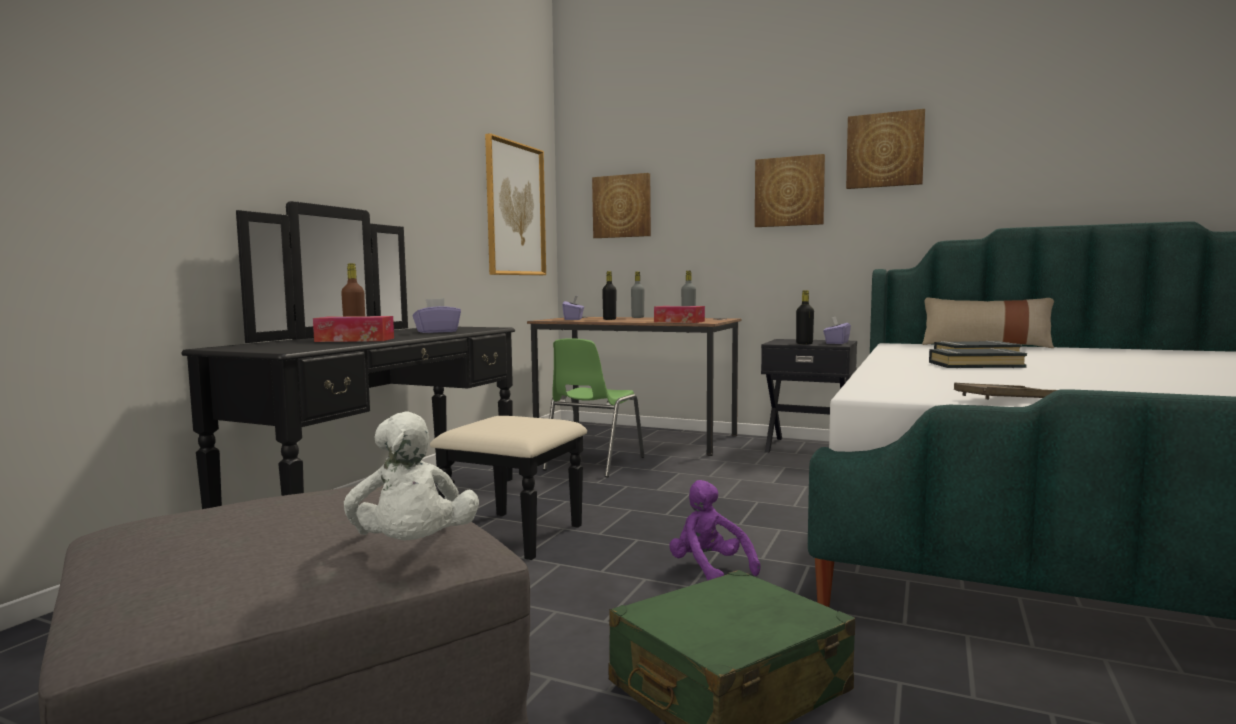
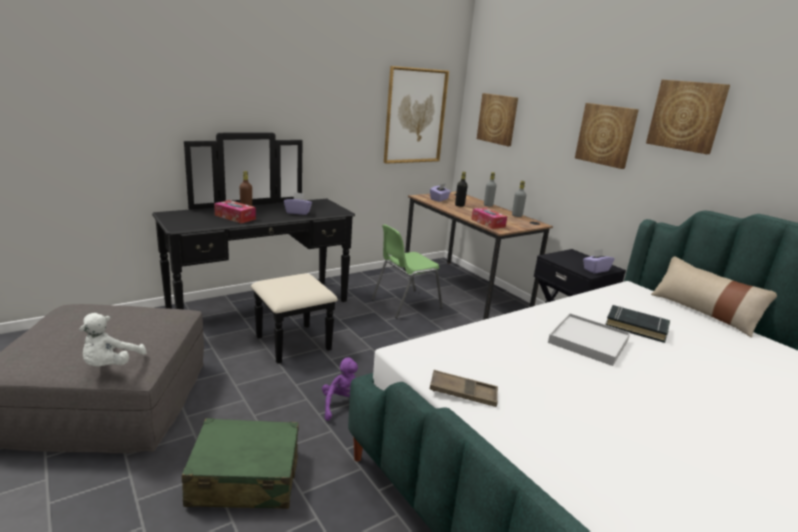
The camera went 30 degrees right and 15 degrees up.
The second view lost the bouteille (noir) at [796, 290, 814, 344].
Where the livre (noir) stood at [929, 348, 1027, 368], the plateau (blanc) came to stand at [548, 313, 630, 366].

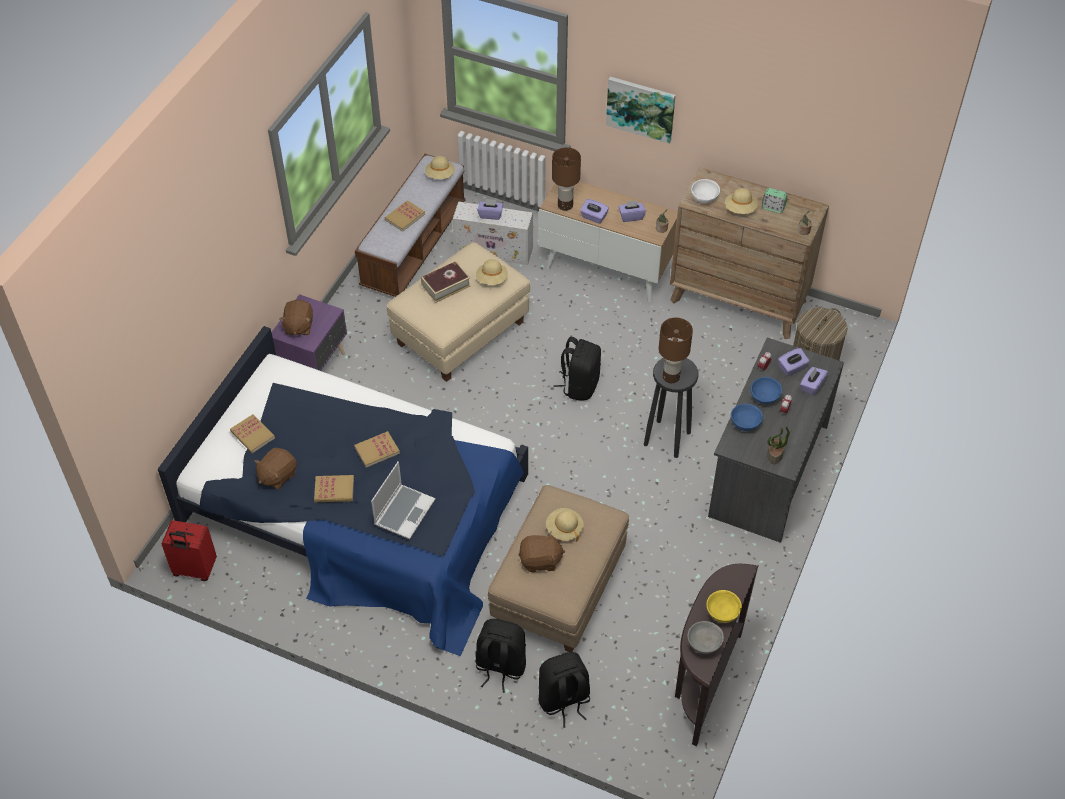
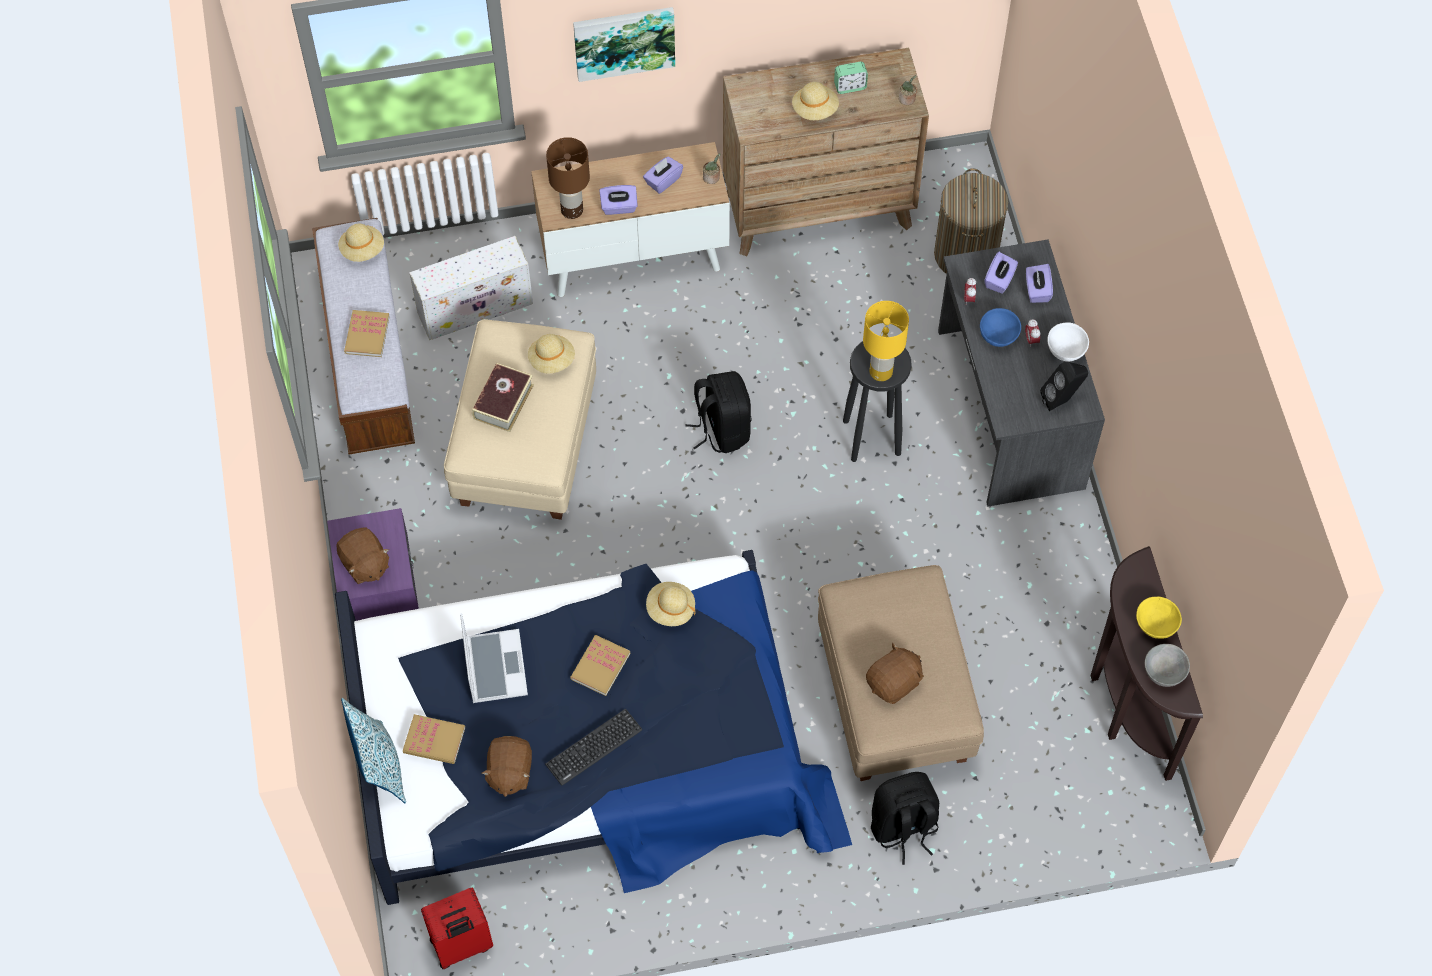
The camera went 35 degrees left and 10 degrees up.
The bol (blanc) ended up elsewhere, having gone from [691, 179, 720, 204] to [1047, 322, 1089, 361].
The second view lost the boîte à mouchoirs (violet) at [477, 199, 503, 220].
What was the lampe de table (marron) at [659, 318, 693, 383] turned into the lampe de table (jaune) at [863, 301, 909, 381].
The second view lost the bol (bleu) at [731, 404, 763, 431].
Where the plante en pot stood at [767, 426, 793, 464], the enceinte (noir) came to stand at [1040, 362, 1088, 411].
The ordinateur portable ended up elsewhere, having gone from [371, 461, 435, 539] to [460, 613, 528, 703].
Where the livre stood at [314, 475, 354, 502], the clavier came to stand at [545, 709, 642, 786].
The chapeau (beige) ended up elsewhere, having gone from [546, 508, 584, 542] to [646, 582, 695, 626].
The second view lost the sac à dos (noir) at [539, 652, 590, 728].
The second view gained the coussin at [341, 698, 406, 803].

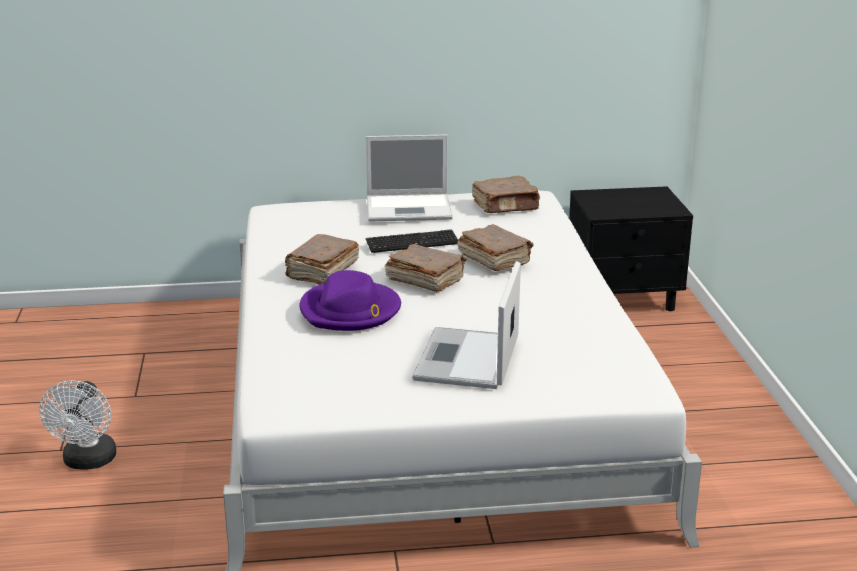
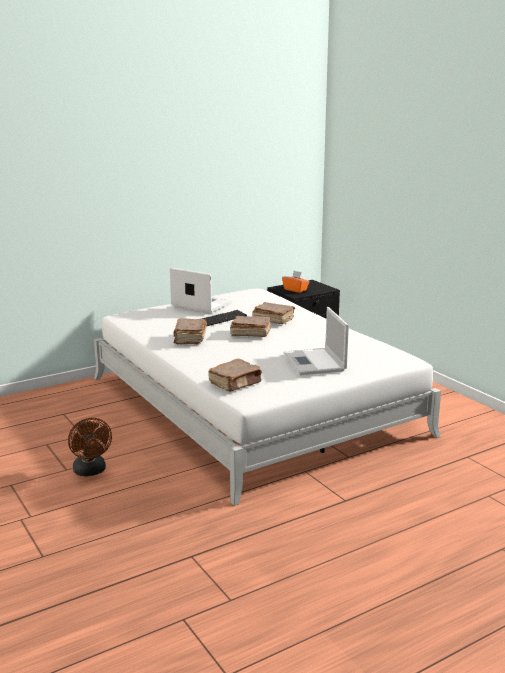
The camera went 25 degrees left and 5 degrees down.
The ordinateur portable at [366, 135, 453, 222] ended up facing another way, 120 degrees counterclockwise from before.
The livre (marron) ended up elsewhere, having gone from [472, 176, 540, 213] to [208, 359, 262, 391].
The second view lost the chapeau (violet) at [299, 270, 401, 331].
What was the ventilateur (blanc) at [39, 381, 116, 470] turned into the ventilateur (marron) at [68, 418, 112, 476].
The second view gained the boîte à mouchoirs (orange) at [282, 271, 309, 293].

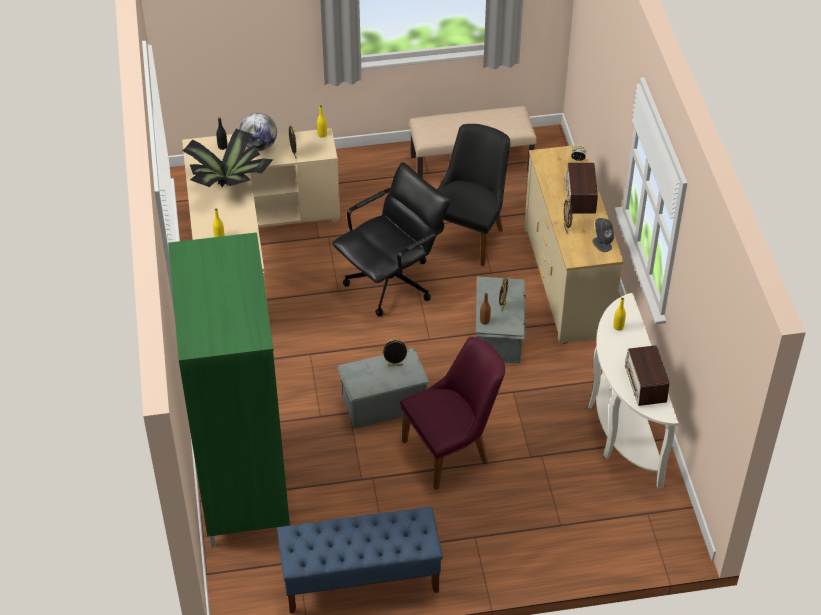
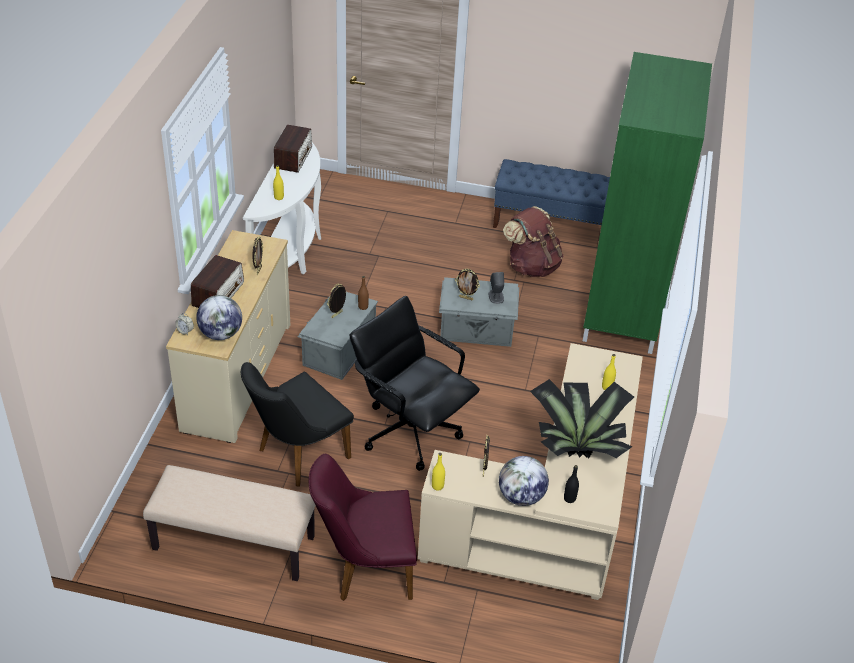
The camera went 160 degrees left and 5 degrees down.
The chaise de bureau (noir) at [332, 162, 450, 316] ended up facing another way, 60 degrees clockwise from before.
The enceinte (gris) ended up elsewhere, having gone from [592, 218, 614, 252] to [489, 272, 504, 304].
The chaise (violet) ended up elsewhere, having gone from [400, 337, 505, 490] to [309, 454, 417, 601].
The second view gained the sac à dos (marron) at [503, 206, 564, 277].
The second view gained the globe at [196, 295, 242, 340].

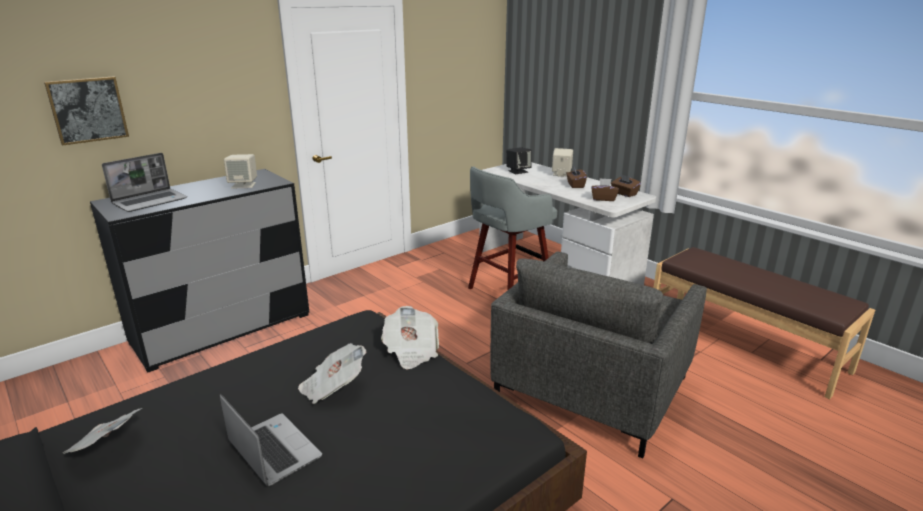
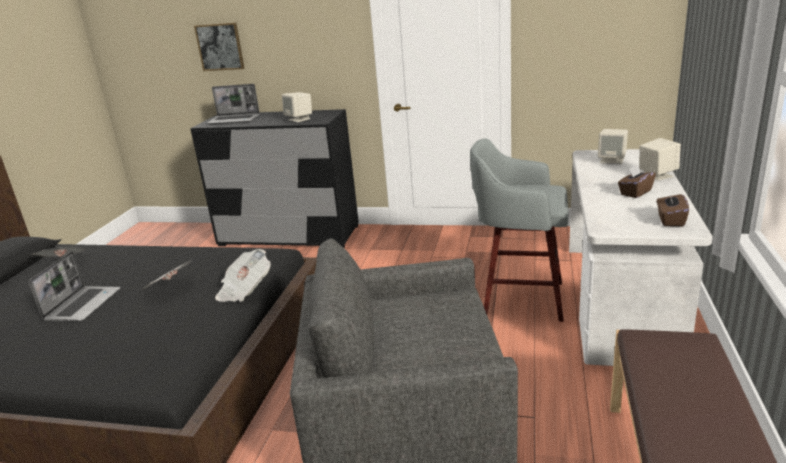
The camera went 55 degrees right and 0 degrees up.
What was the enceinte (noir) at [506, 147, 532, 174] turned into the enceinte (beige) at [598, 129, 628, 164].
The second view lost the boîte à mouchoirs (marron) at [591, 178, 619, 201].

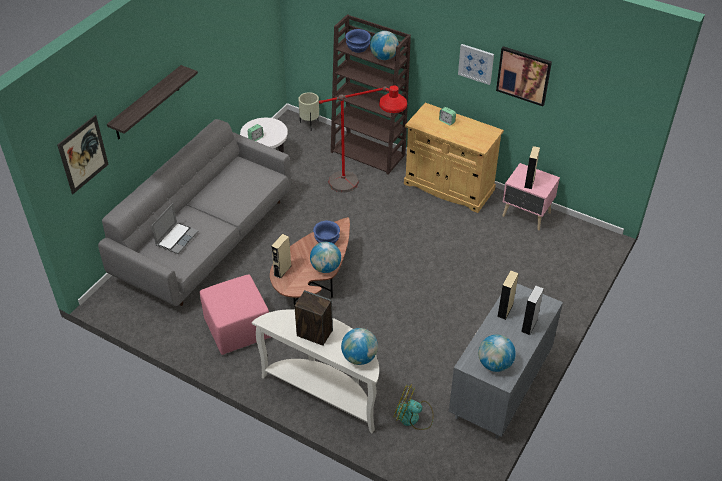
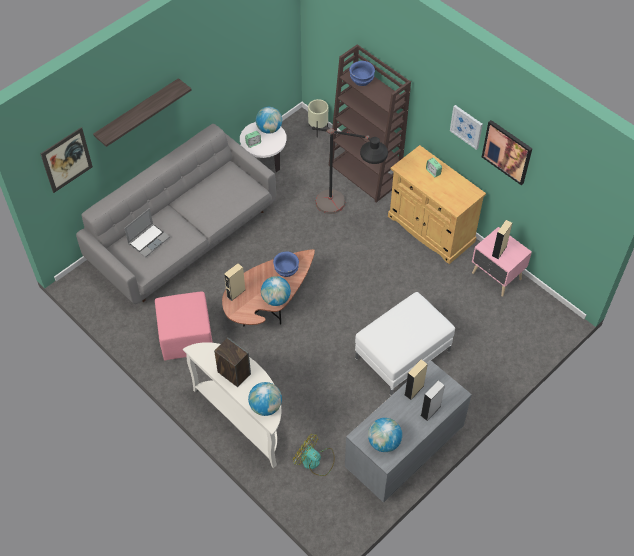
The camera went 15 degrees right and 10 degrees up.
The globe ended up elsewhere, having gone from [370, 31, 399, 60] to [256, 107, 282, 134].
What was the lampadaire (rouge) at [319, 85, 407, 192] turned into the lampadaire (noir) at [312, 127, 388, 214].
The second view gained the pouf (blanc) at [355, 292, 455, 396].

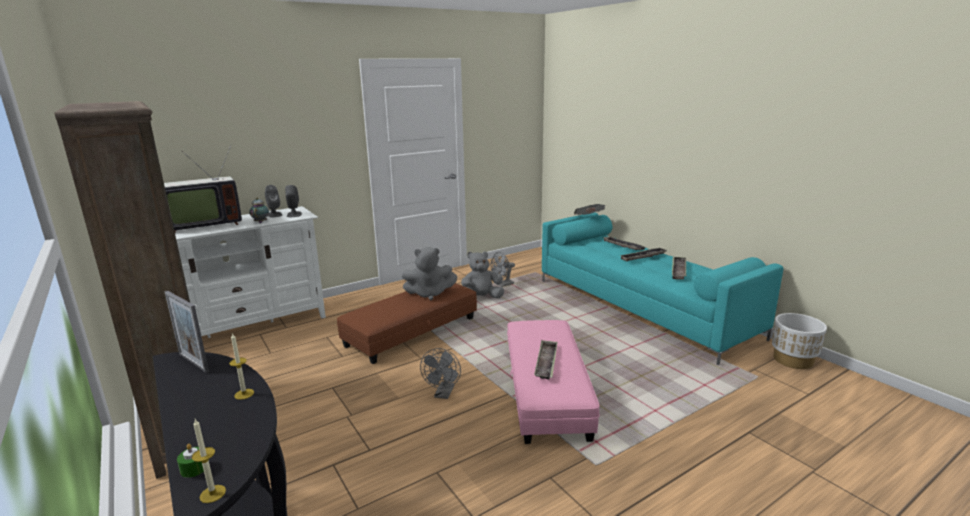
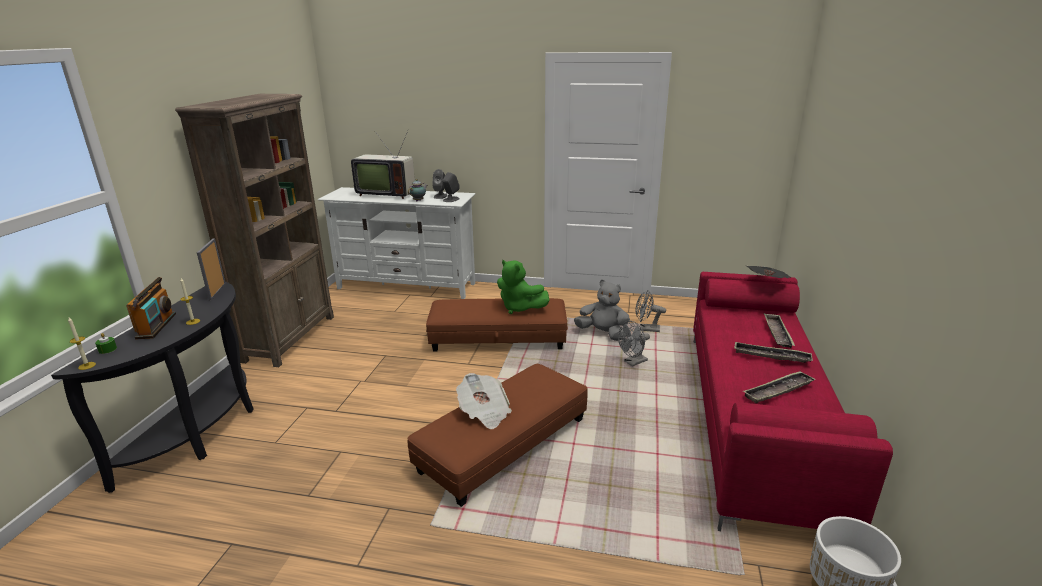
The camera went 45 degrees right and 5 degrees up.
What was the canapé (turquoise) at [542, 212, 783, 365] turned into the canapé (rouge) at [693, 272, 893, 531].
What was the peluche (gris) at [402, 247, 457, 300] turned into the peluche (vert) at [497, 260, 550, 314].
What was the pouf (rose) at [507, 320, 600, 444] turned into the pouf (marron) at [408, 364, 588, 507].
Where the plateau stood at [534, 340, 558, 380], the journal came to stand at [456, 373, 512, 429].
The ventilateur (gris) ended up elsewhere, having gone from [420, 348, 461, 399] to [618, 321, 650, 366].
The second view gained the radio at [126, 277, 176, 339].

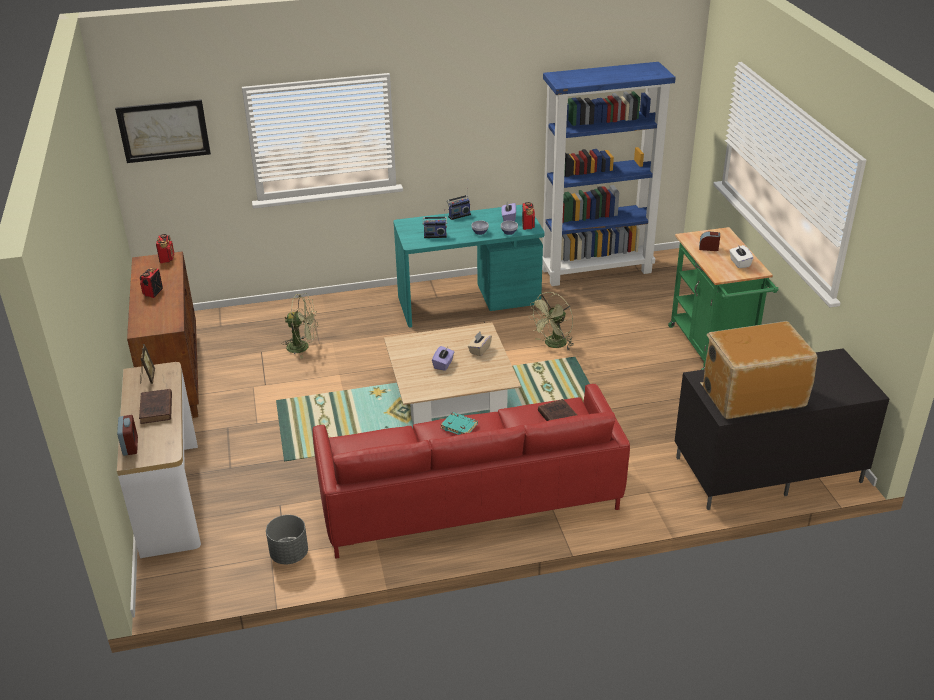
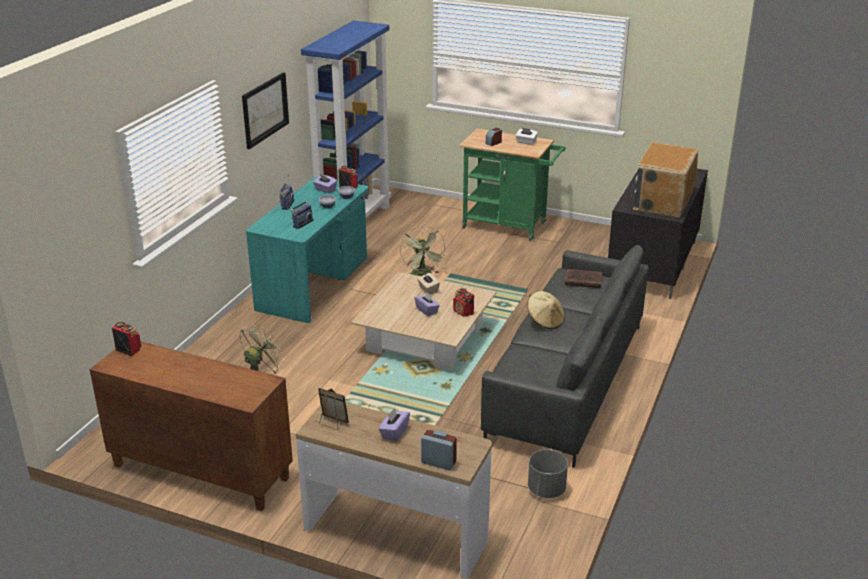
The camera went 55 degrees left and 5 degrees down.
The tableau ended up elsewhere, having gone from [115, 99, 211, 163] to [242, 72, 289, 149].
The radio ended up elsewhere, having gone from [140, 268, 163, 298] to [453, 288, 474, 317].
What was the canapé (rouge) at [313, 384, 630, 559] turned into the canapé (gris) at [481, 245, 648, 468].
Where the livre (marron) stood at [139, 389, 172, 424], the boîte à mouchoirs (violet) came to stand at [379, 408, 410, 441].
Where the livre (turquoise) stood at [440, 412, 478, 435], the chapeau (beige) came to stand at [527, 291, 565, 329].

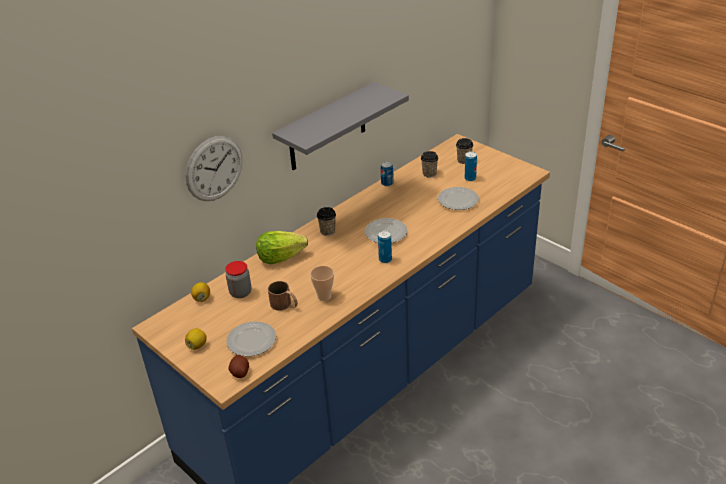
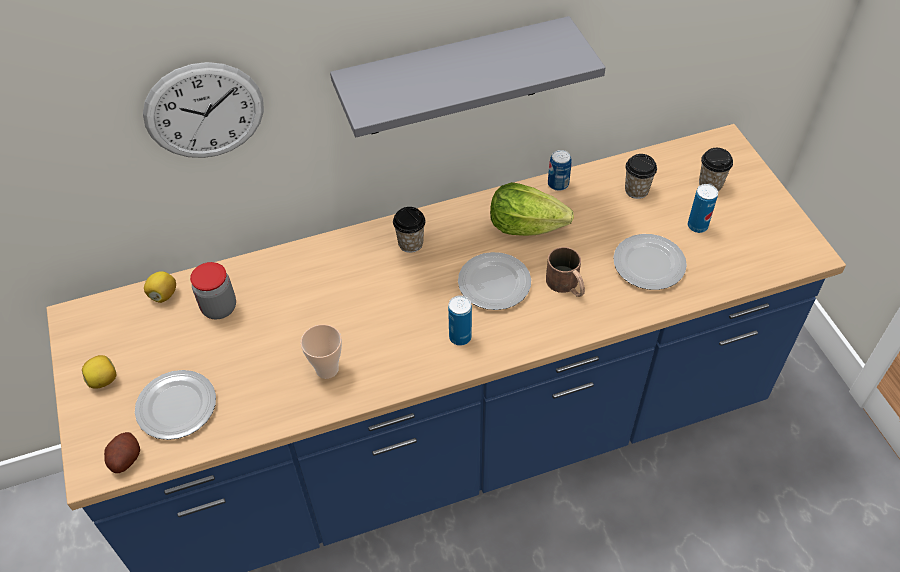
The camera went 25 degrees right and 15 degrees up.
The laitue ended up elsewhere, having gone from [256, 231, 308, 264] to [490, 182, 574, 236].
The mug (marron) ended up elsewhere, having gone from [268, 281, 298, 311] to [546, 247, 585, 297].

